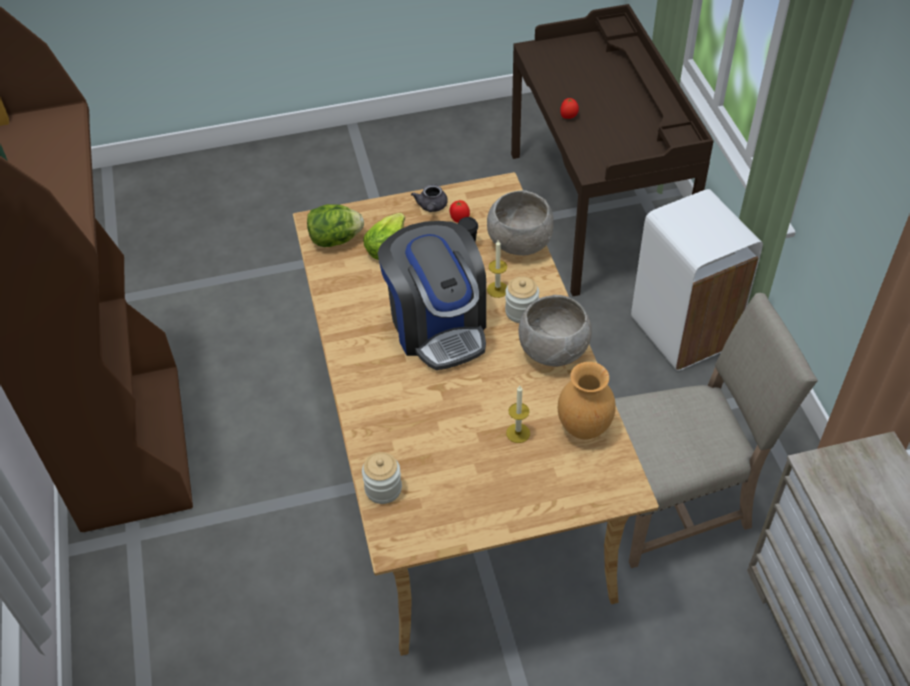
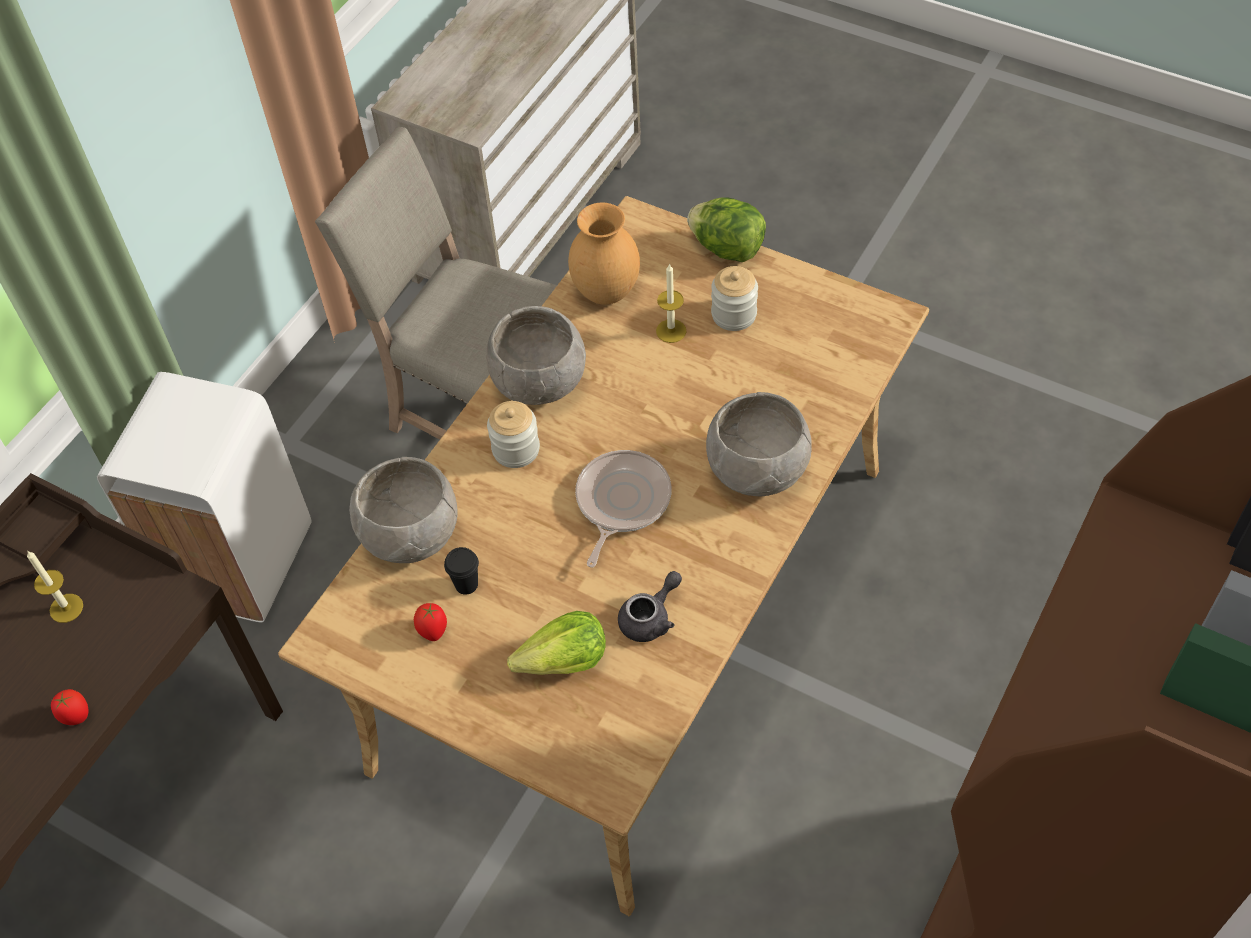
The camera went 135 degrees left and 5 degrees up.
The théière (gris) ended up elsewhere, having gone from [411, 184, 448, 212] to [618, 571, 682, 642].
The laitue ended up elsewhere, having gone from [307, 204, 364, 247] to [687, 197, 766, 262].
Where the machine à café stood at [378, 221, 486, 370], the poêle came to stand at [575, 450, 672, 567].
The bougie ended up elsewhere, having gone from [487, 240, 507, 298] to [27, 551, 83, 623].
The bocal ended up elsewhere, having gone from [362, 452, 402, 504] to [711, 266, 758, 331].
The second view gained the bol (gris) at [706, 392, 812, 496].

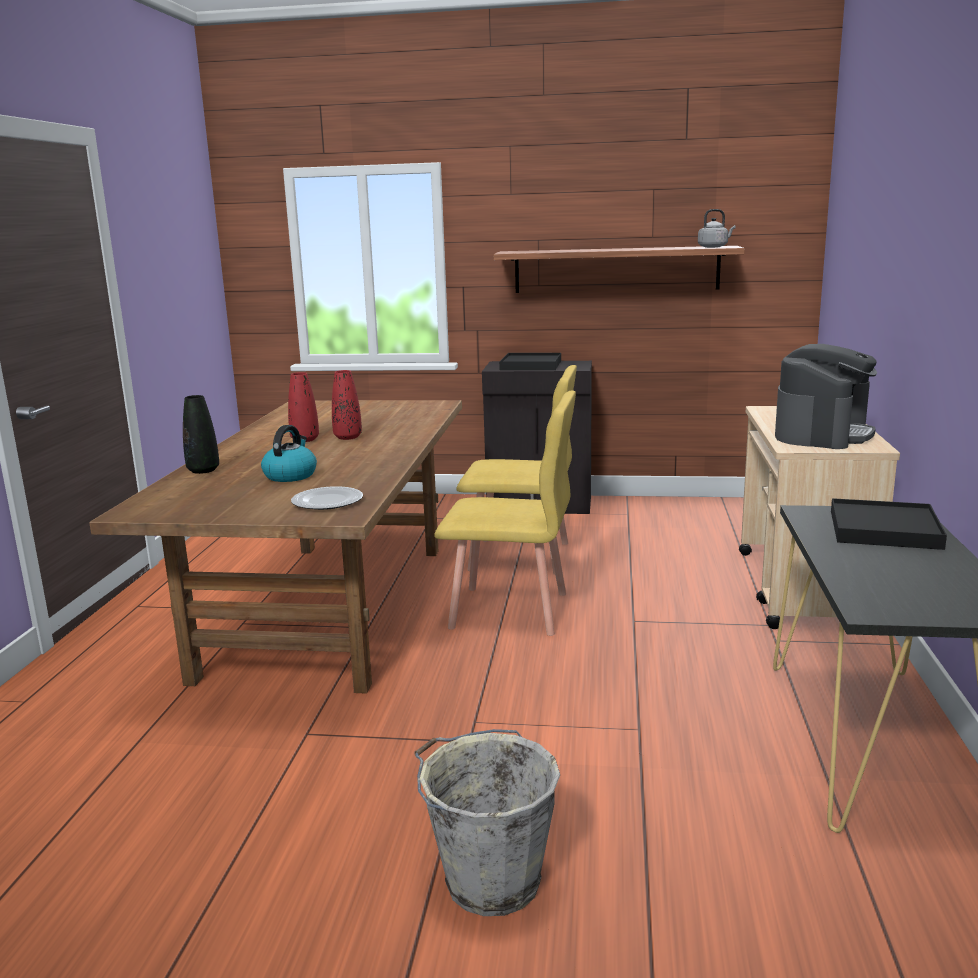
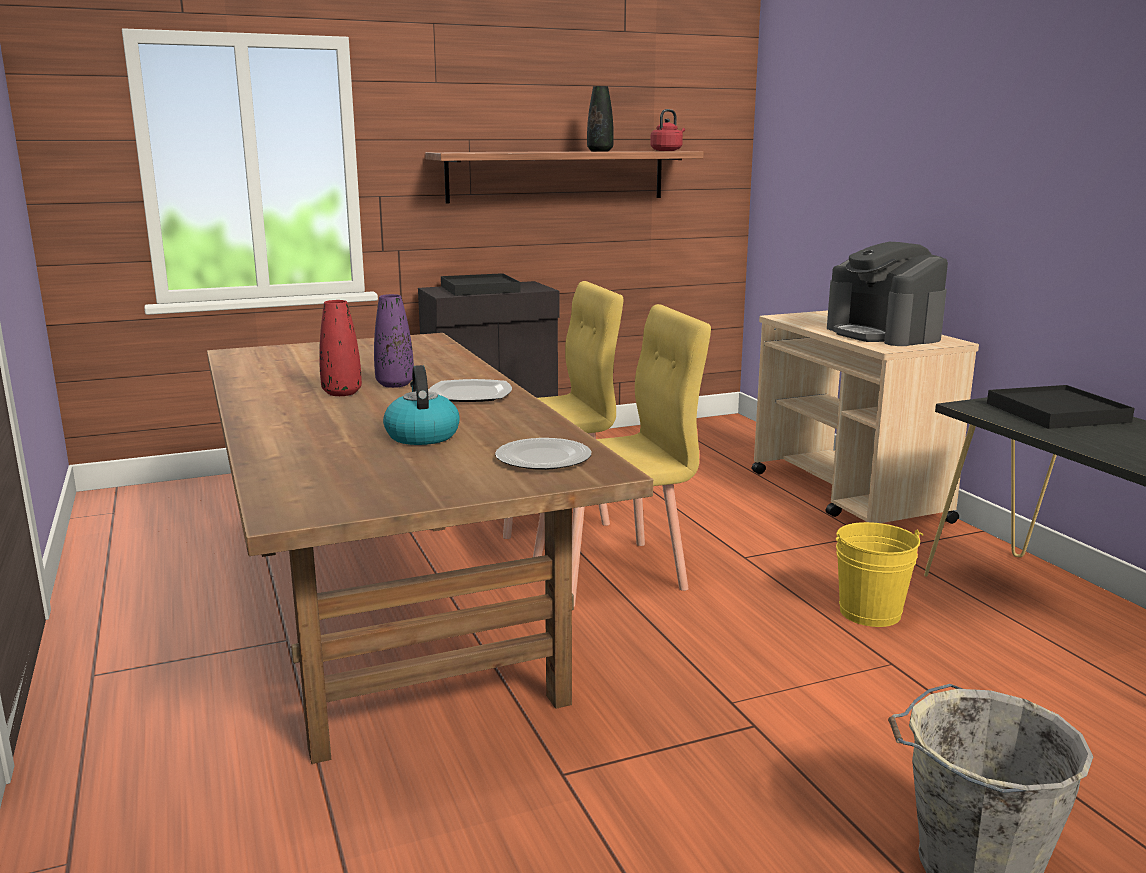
The camera went 30 degrees left and 0 degrees up.
What was the bouilloire (gris) at [698, 209, 736, 248] turned into the bouilloire (rouge) at [650, 109, 685, 151].
The machine à café at [775, 344, 877, 449] ended up facing another way, 150 degrees clockwise from before.
What was the vase (rouge) at [332, 370, 362, 440] turned into the vase (violet) at [374, 294, 414, 388].
The vase (noir) ended up elsewhere, having gone from [183, 395, 219, 474] to [587, 86, 614, 152].
The second view gained the assiette at [428, 379, 512, 402].
The second view gained the seau (jaune) at [836, 522, 923, 627].

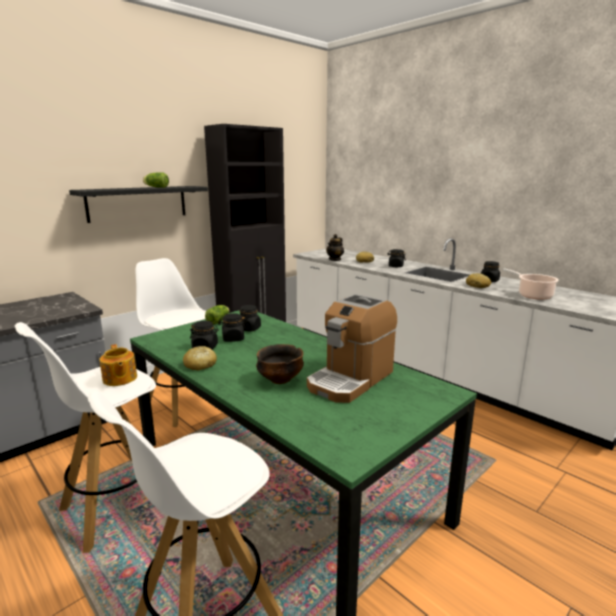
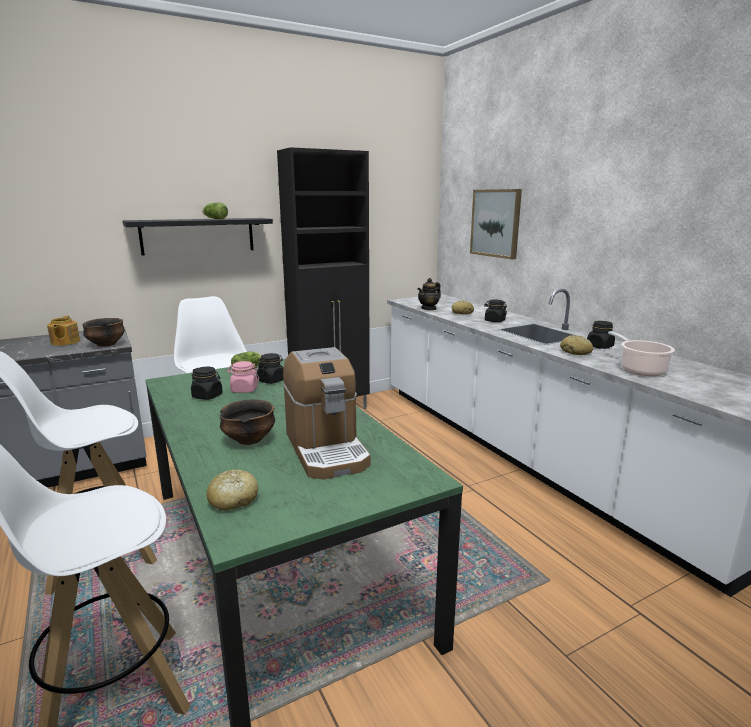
The camera went 15 degrees right and 0 degrees up.
The machine à café at [307, 294, 397, 403] ended up facing another way, 75 degrees counterclockwise from before.
What was the bocal (noir) at [218, 313, 246, 342] turned into the bocal (rose) at [227, 361, 259, 393].
The théière ended up elsewhere, having gone from [99, 344, 137, 386] to [47, 316, 80, 346].
The pain ended up elsewhere, having gone from [183, 346, 217, 370] to [206, 470, 258, 510].
The second view gained the tableau at [470, 189, 522, 260].
The second view gained the bol at [82, 318, 125, 347].

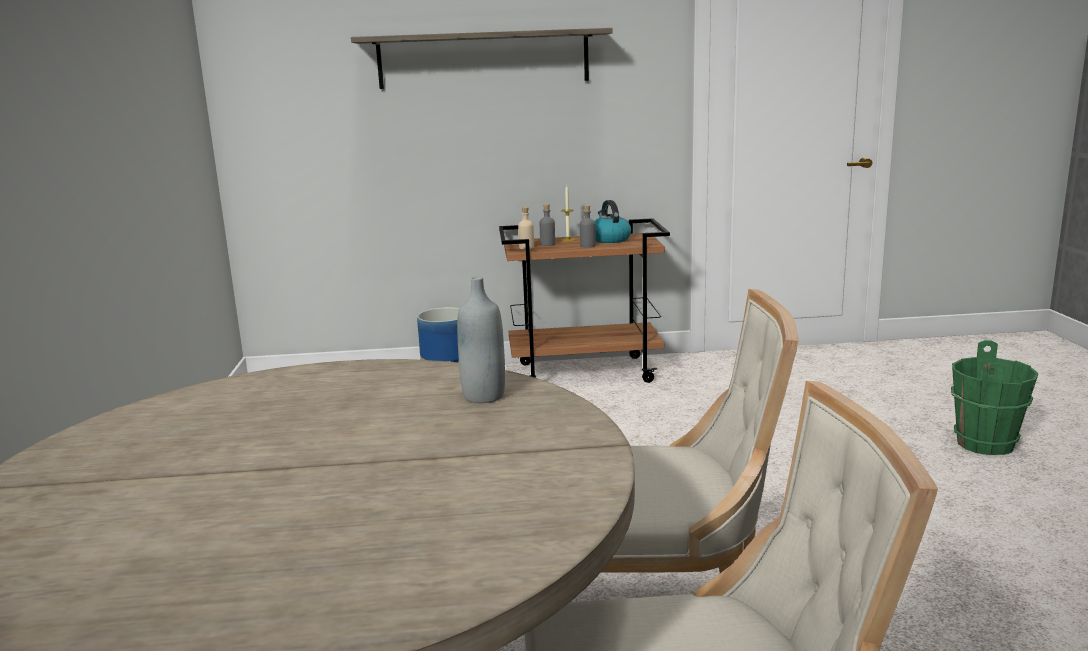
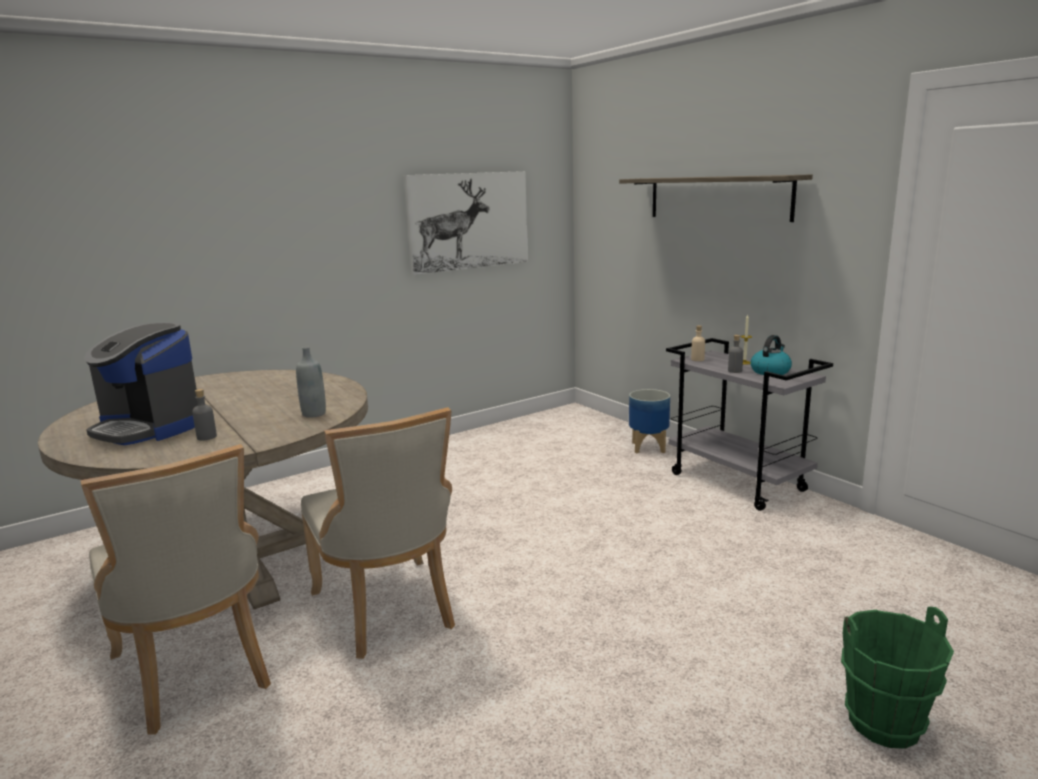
The camera went 60 degrees right and 0 degrees up.
The bouteille (gris) ended up elsewhere, having gone from [540, 204, 555, 246] to [192, 389, 217, 441].
What was the chariot (marron) at [499, 218, 670, 383] turned into the chariot (gris) at [666, 338, 833, 511].
The second view gained the tableau at [404, 171, 528, 275].
The second view gained the machine à café at [84, 322, 198, 445].

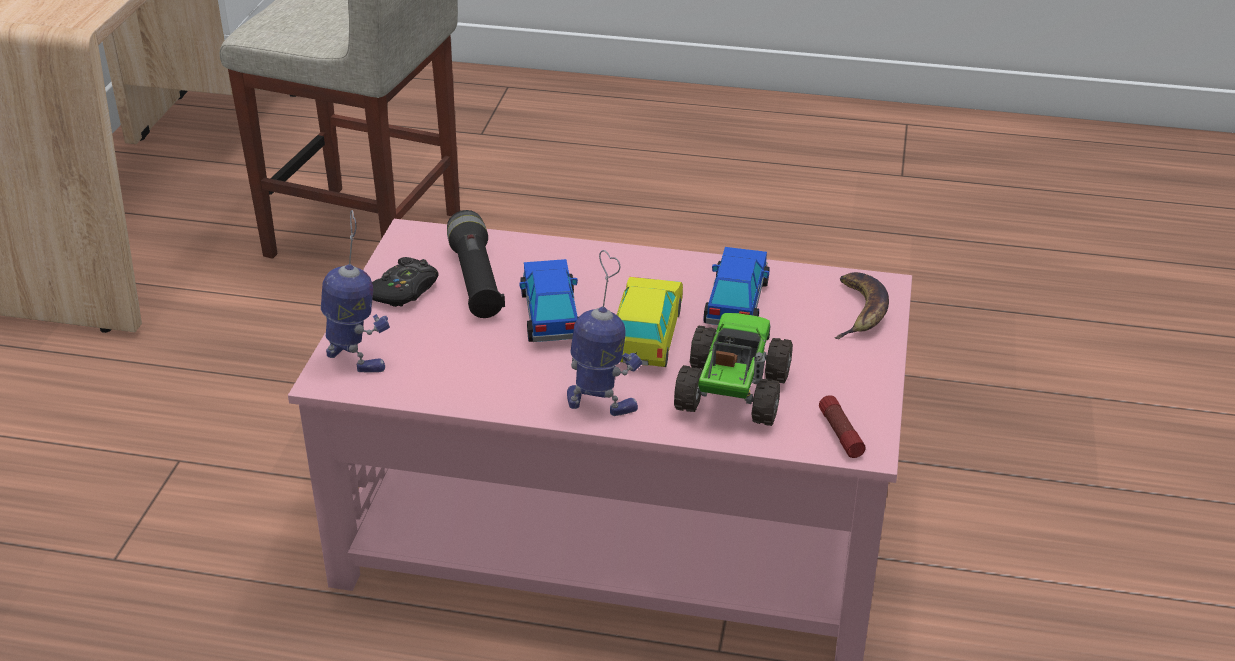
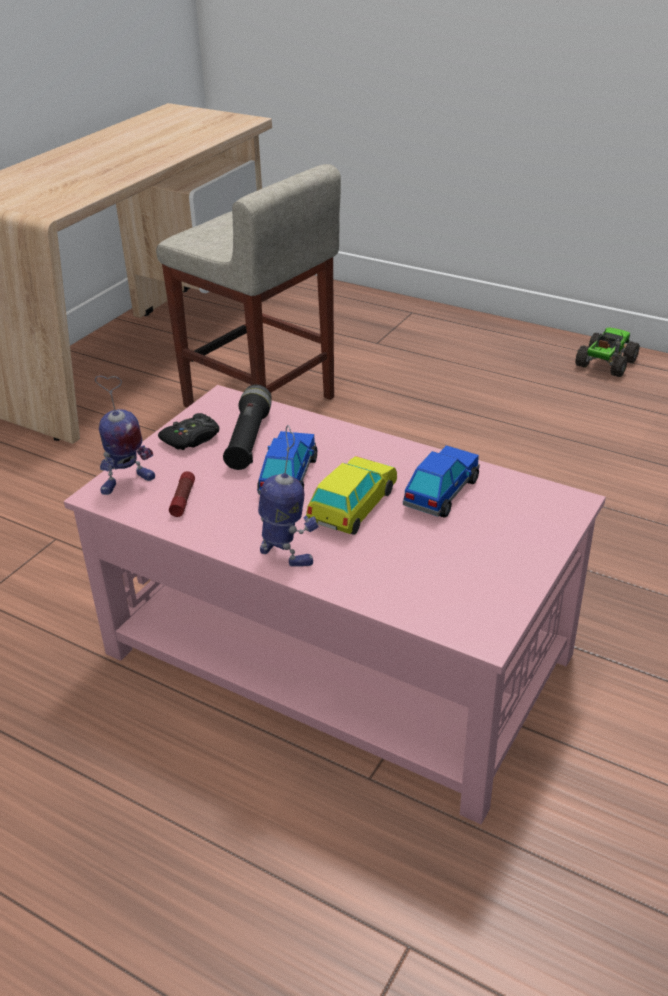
The camera went 20 degrees right and 0 degrees up.
The robot jouet at [321, 210, 390, 373] ended up facing another way, 90 degrees clockwise from before.
The second view lost the banane at [834, 272, 889, 339].
The camion jouet ended up elsewhere, having gone from [674, 313, 793, 426] to [575, 327, 640, 377].
The lampe de poche ended up elsewhere, having gone from [819, 395, 866, 458] to [169, 471, 195, 517].

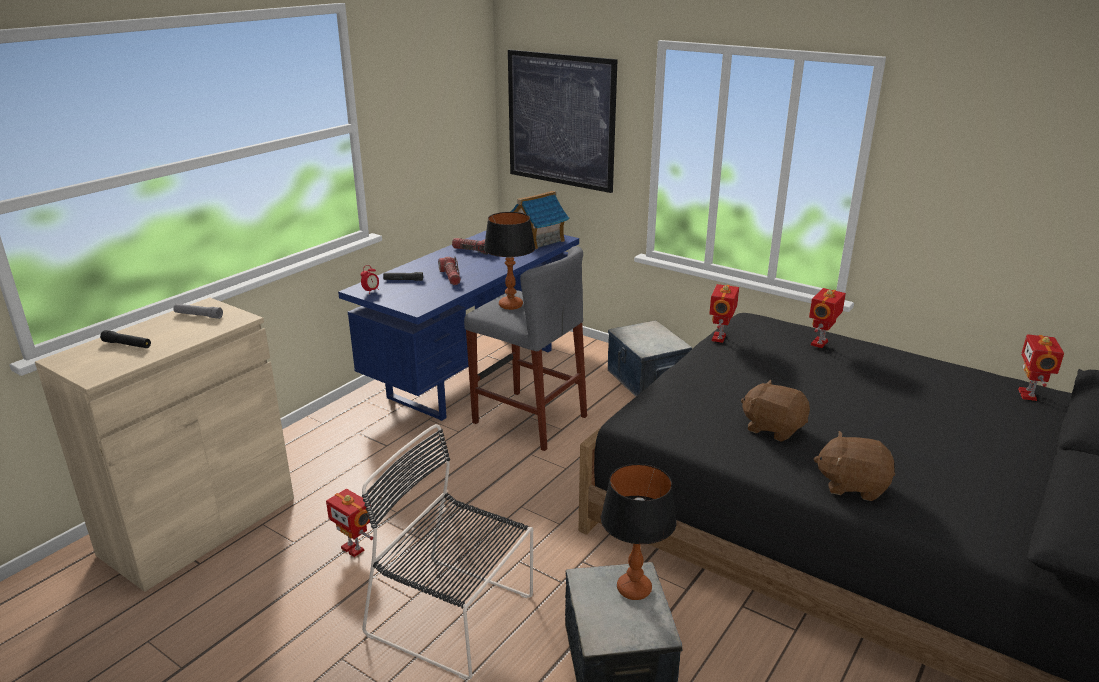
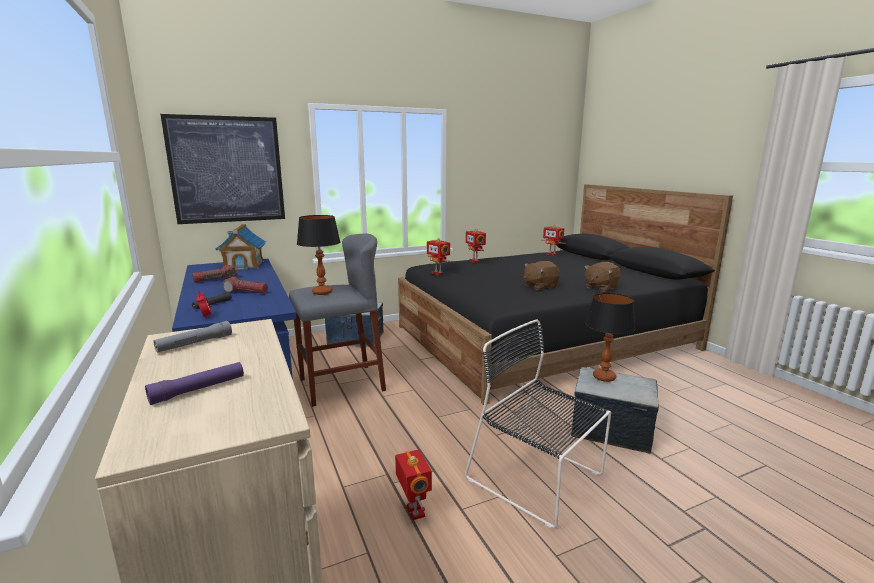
The camera went 60 degrees left and 10 degrees down.
What was the lampe de poche (noir) at [100, 330, 151, 348] turned into the lampe de poche (violet) at [145, 362, 244, 405].
The chaise (noir) at [362, 424, 533, 680] ended up facing another way, 75 degrees clockwise from before.
The robot jouet at [326, 489, 373, 557] ended up facing another way, 90 degrees counterclockwise from before.

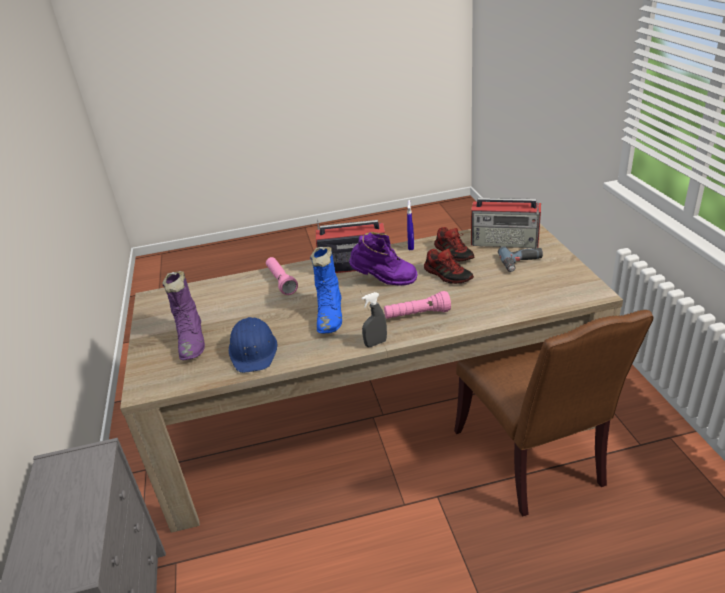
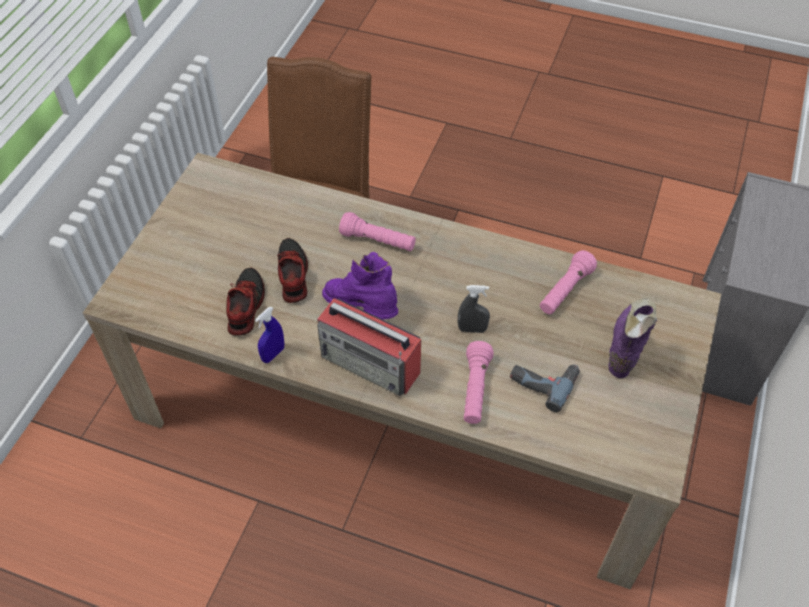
The camera went 150 degrees left and 20 degrees up.
The second view lost the radio at [471, 198, 541, 248].
The perceuse ended up elsewhere, having gone from [498, 246, 543, 272] to [510, 365, 580, 412].
The second view lost the botte (bleu) at [310, 247, 342, 333].
The vaporisateur (gris) ended up elsewhere, having gone from [362, 292, 387, 347] to [458, 285, 490, 333].
Where the casque de chantier (bleu) stood at [229, 317, 277, 373], the lampe de poche (rose) came to stand at [540, 250, 597, 314].

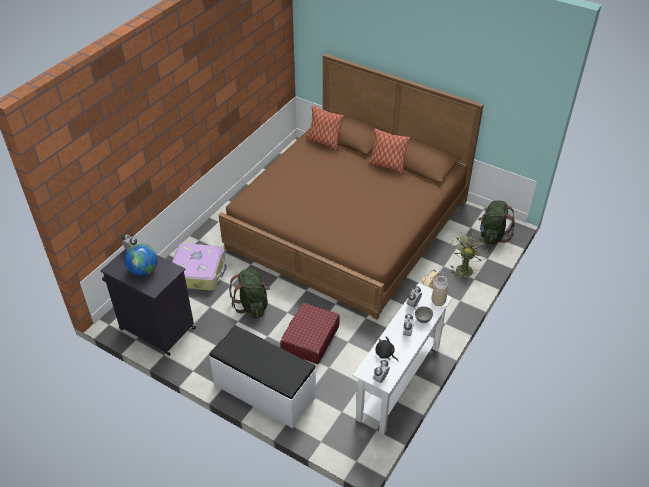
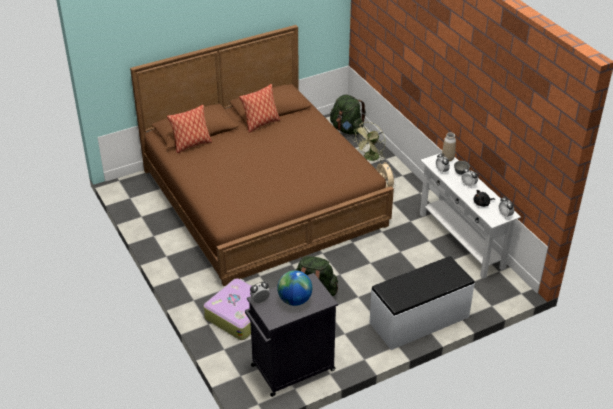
The camera went 60 degrees left and 5 degrees down.
The ventilateur (vert) at [450, 232, 489, 277] ended up facing another way, 105 degrees counterclockwise from before.
The second view lost the valise (rouge) at [280, 303, 340, 364].

